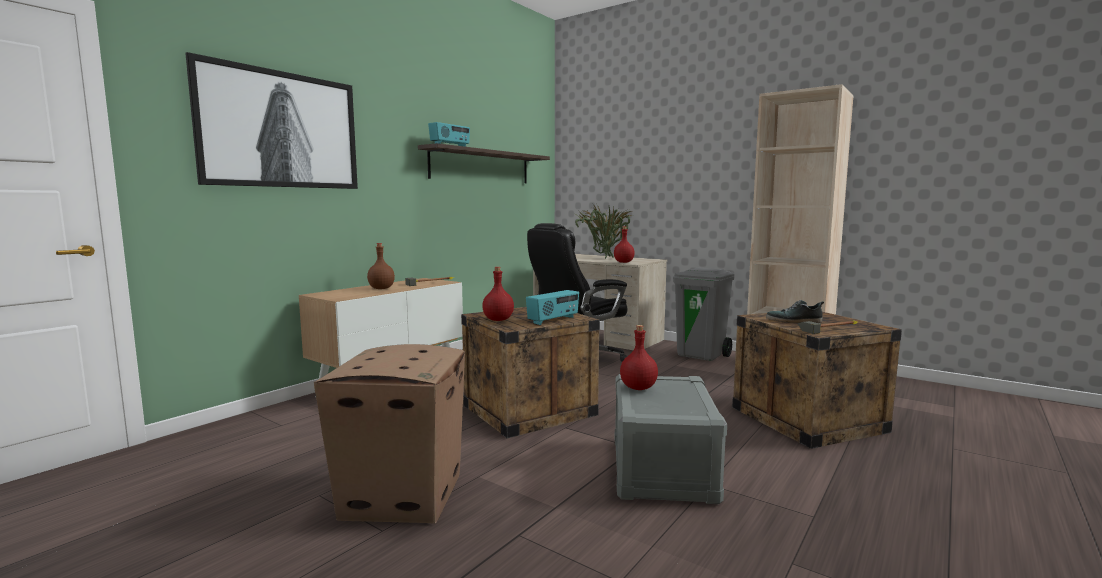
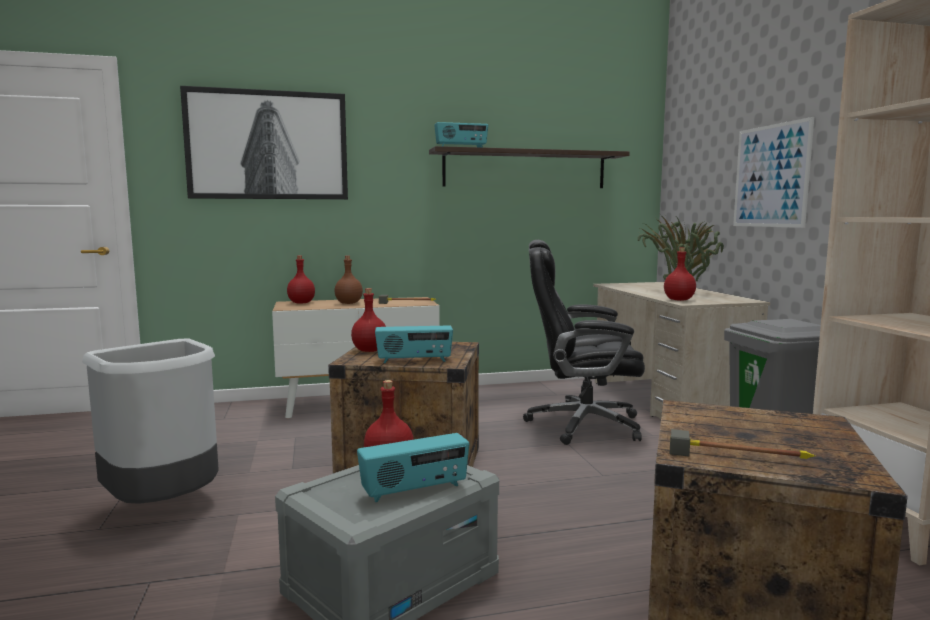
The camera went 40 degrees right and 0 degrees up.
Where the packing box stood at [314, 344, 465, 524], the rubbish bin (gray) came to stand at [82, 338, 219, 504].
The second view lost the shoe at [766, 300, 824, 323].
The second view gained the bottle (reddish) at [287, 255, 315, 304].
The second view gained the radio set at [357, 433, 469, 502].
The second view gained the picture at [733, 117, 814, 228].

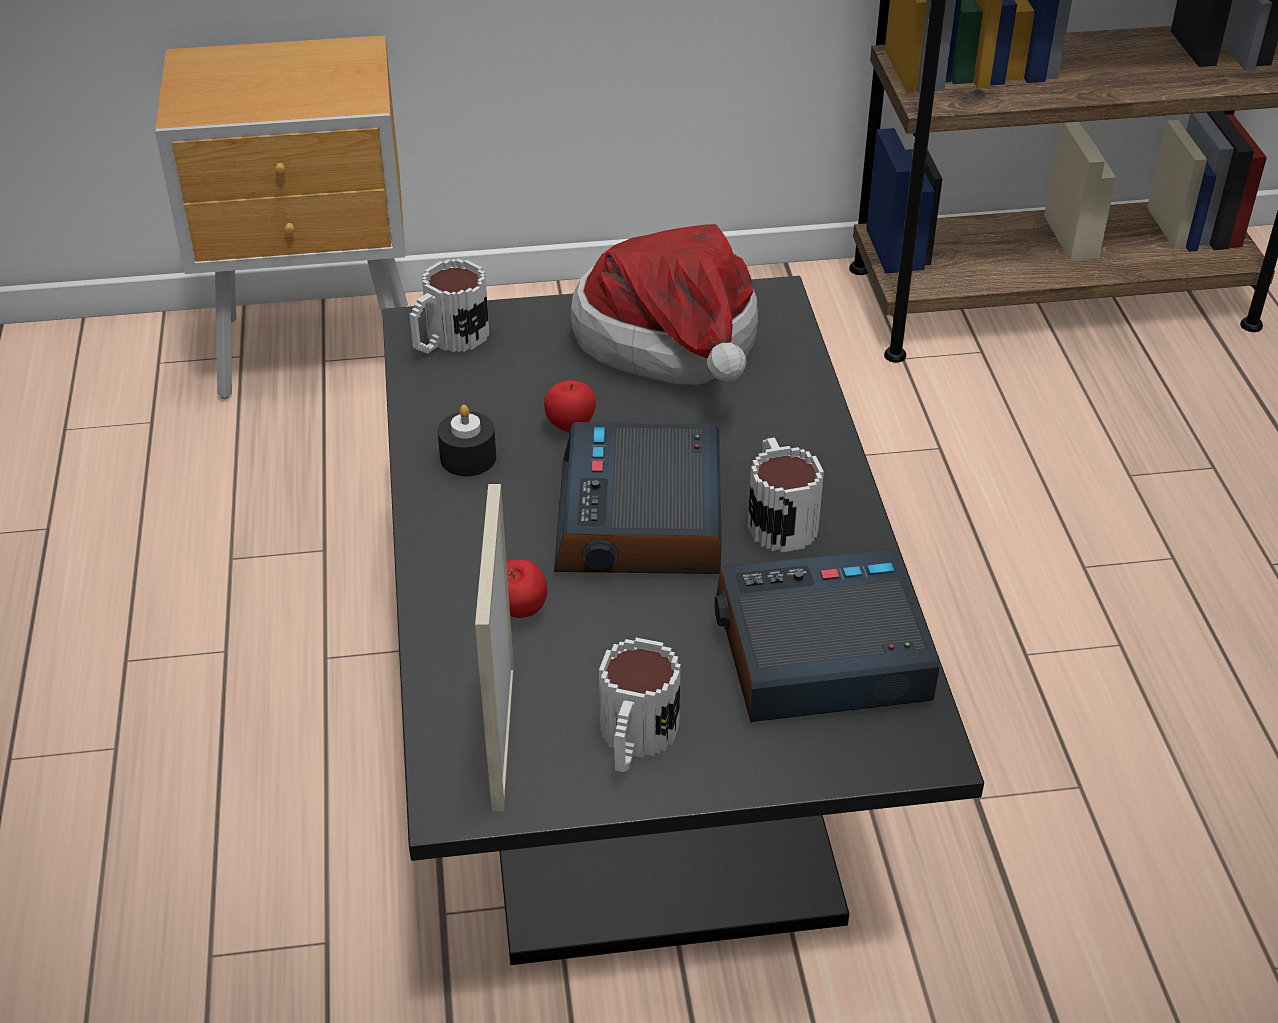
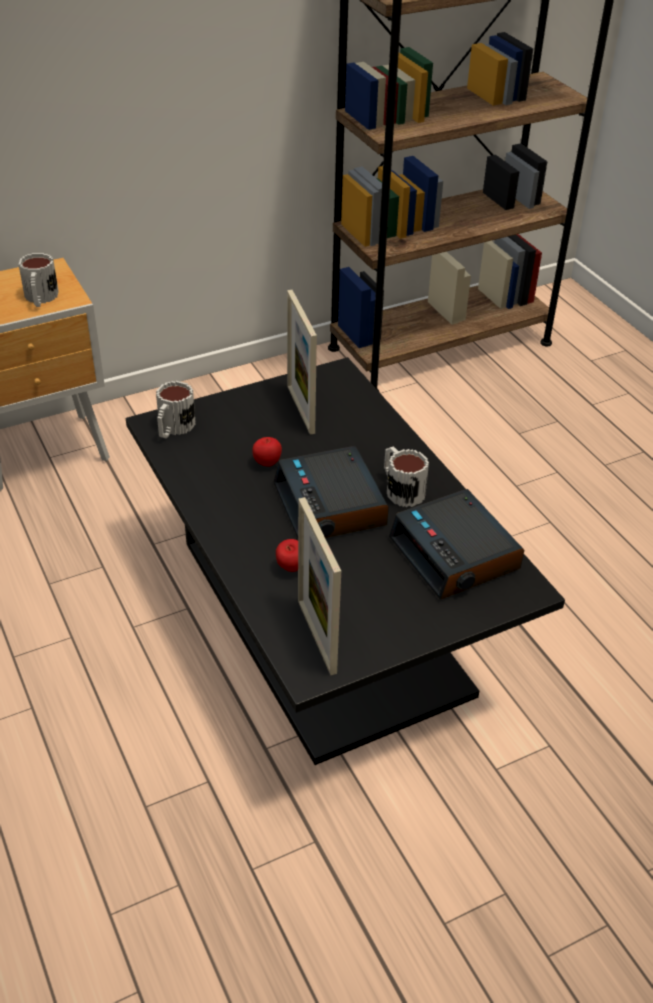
The camera went 20 degrees left and 0 degrees up.
The second view lost the wax candle (blackish) at [437, 405, 496, 476].
Where the hat stood at [571, 224, 758, 385], the photo frame came to stand at [287, 290, 317, 434].
The mug ended up elsewhere, having gone from [599, 638, 681, 772] to [18, 253, 59, 307].
The bedside clock at [714, 548, 940, 722] ended up facing another way, 90 degrees counterclockwise from before.

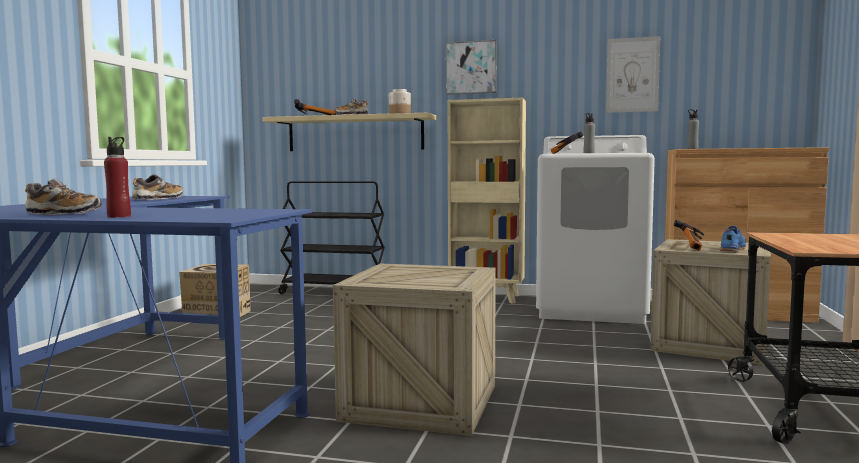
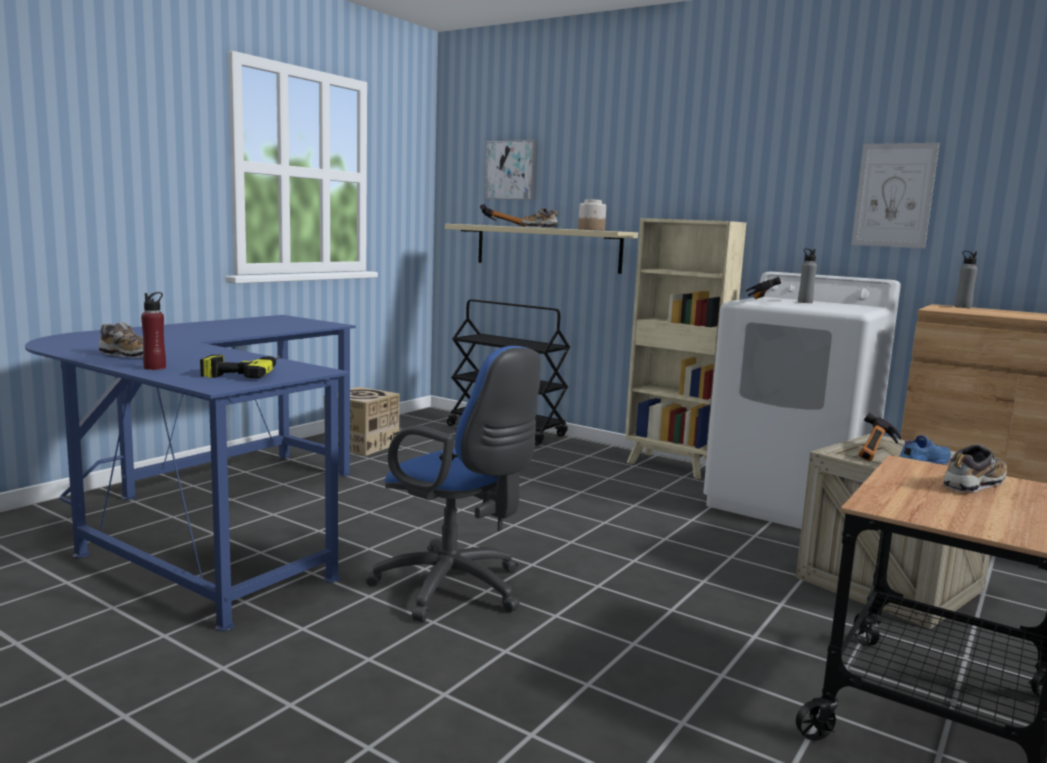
The camera went 20 degrees right and 5 degrees up.
The shoe ended up elsewhere, having gone from [132, 174, 183, 200] to [943, 444, 1007, 492].
Where the shipping crate stood at [333, 264, 496, 436], the desk chair (blue-coloured) came to stand at [365, 346, 541, 622].
The picture ended up elsewhere, having gone from [446, 40, 497, 95] to [485, 140, 537, 200].
The second view gained the electric drill at [200, 355, 280, 378].

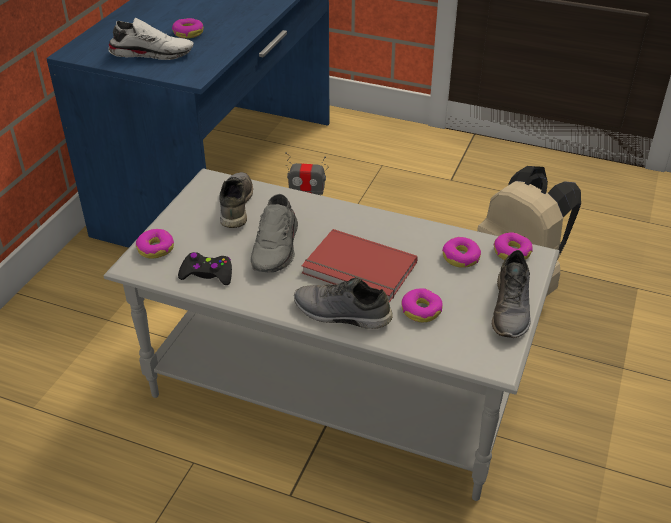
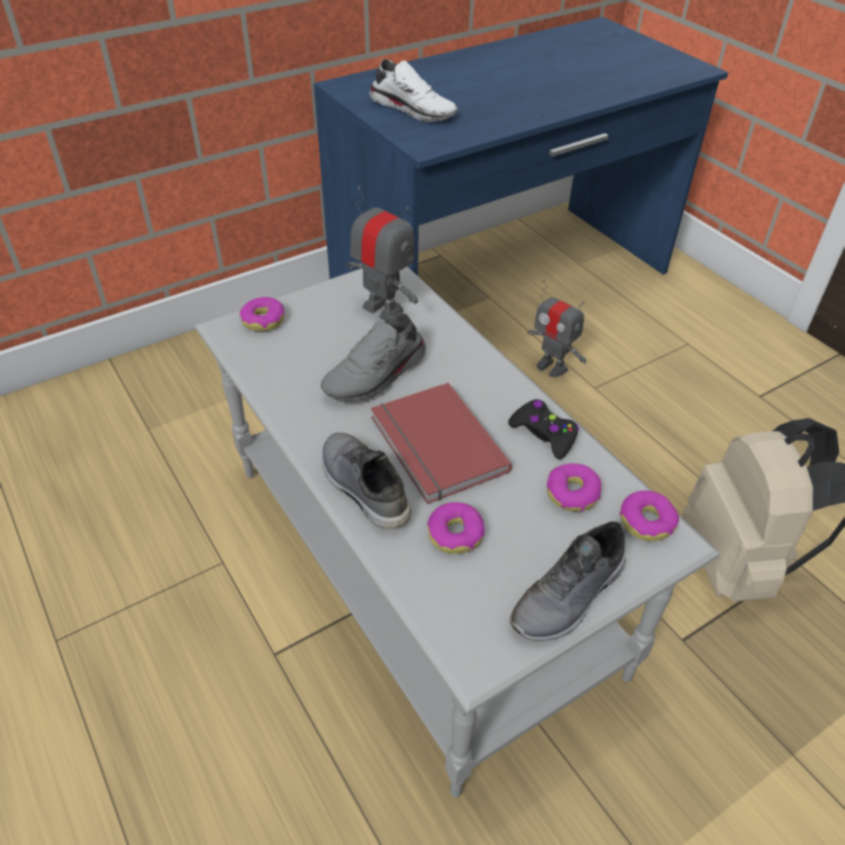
The camera went 35 degrees right and 5 degrees up.
The second view lost the ring doughnut at [172, 18, 203, 38].
The joypad (blackish) ended up elsewhere, having gone from [178, 252, 232, 285] to [508, 399, 579, 459].
Where the shoe (gray) stood at [219, 172, 253, 228], the toy robot came to stand at [346, 187, 418, 321].

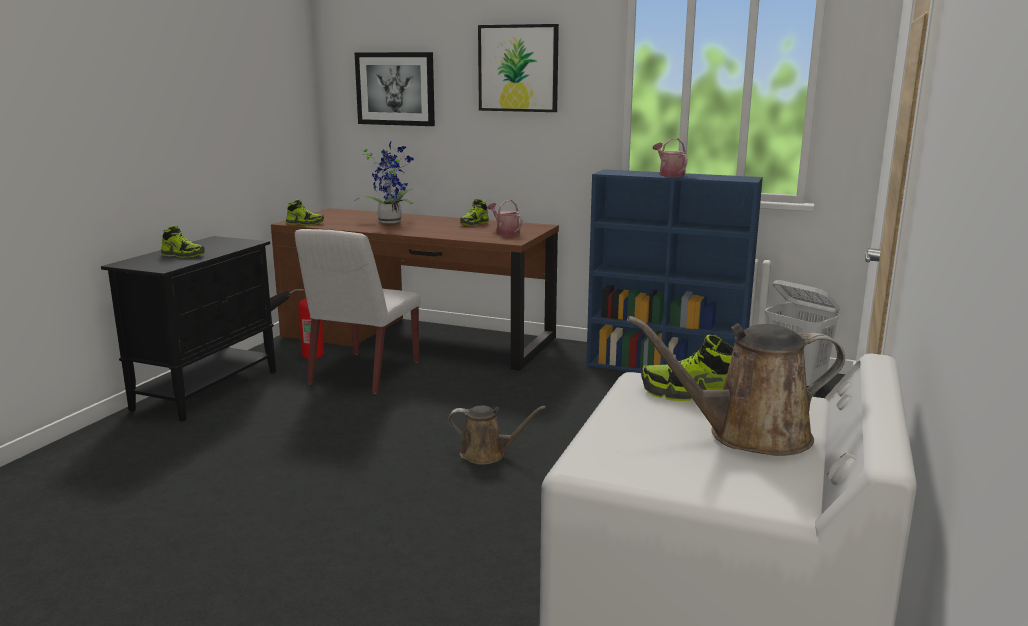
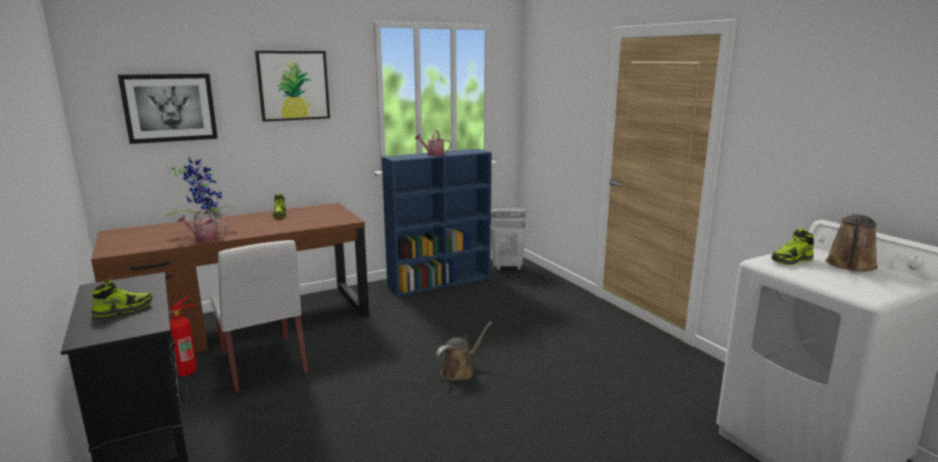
The camera went 50 degrees left and 0 degrees up.
The second view lost the shoe at [286, 199, 324, 225].
The watering can ended up elsewhere, having gone from [487, 200, 523, 236] to [177, 209, 227, 242].

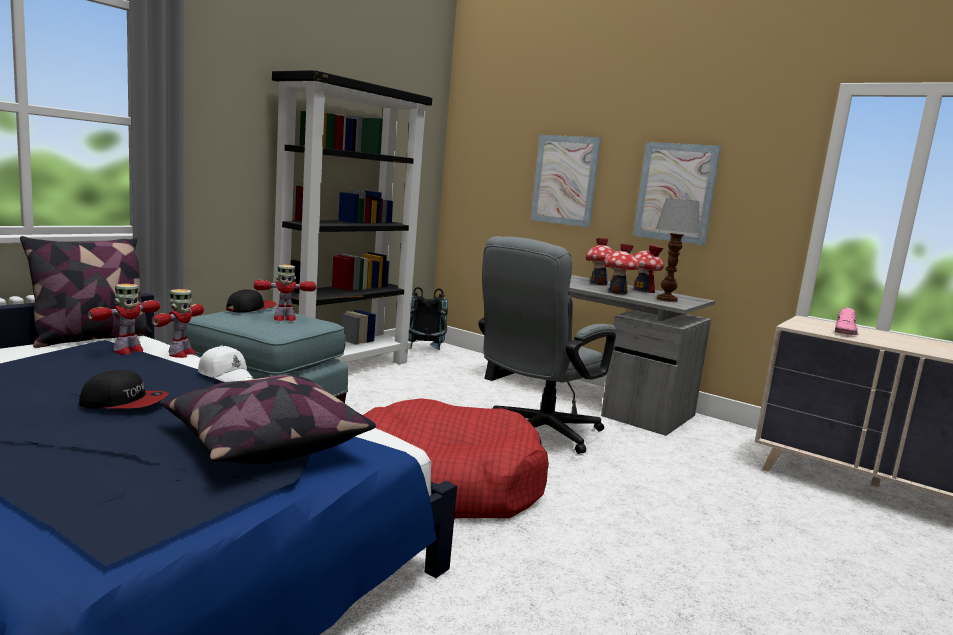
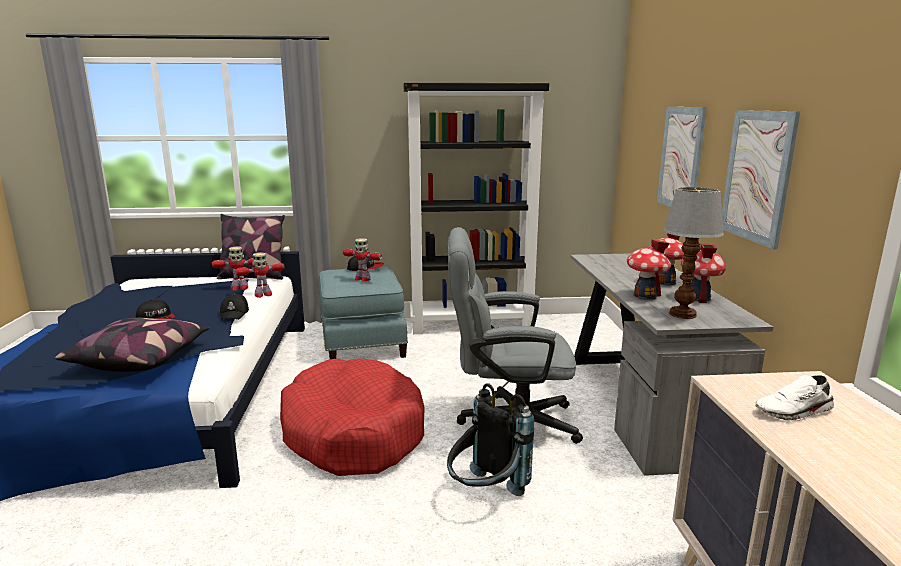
The camera went 50 degrees right and 5 degrees up.
What was the peaked cap (whitish) at [198, 345, 254, 382] turned into the peaked cap (blackish) at [220, 294, 249, 320].
The backpack (blackish) ended up elsewhere, having gone from [409, 287, 448, 350] to [447, 383, 534, 496].
What was the shoe (pink-coloured) at [835, 308, 858, 335] turned into the shoe (whitish) at [756, 375, 835, 421].

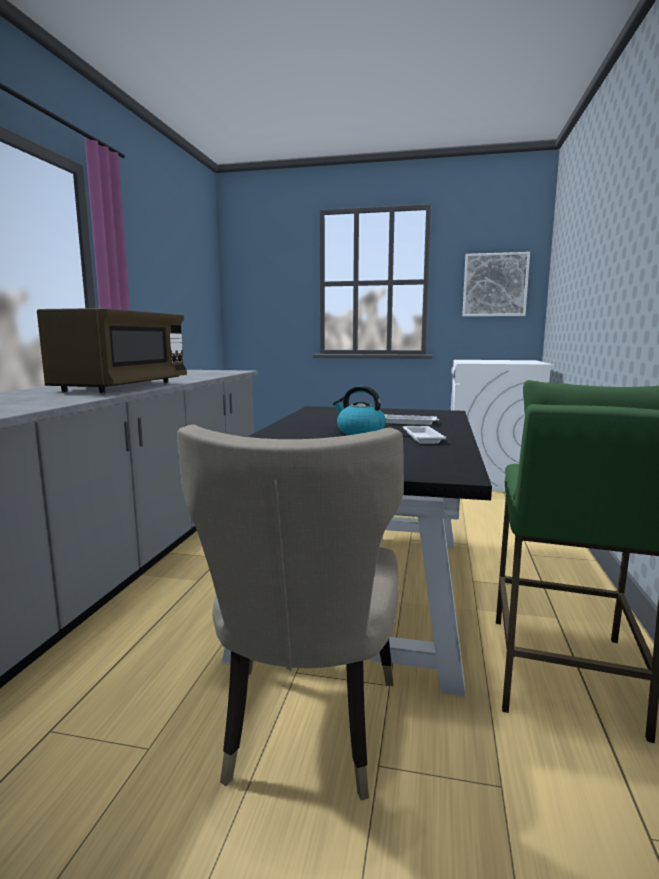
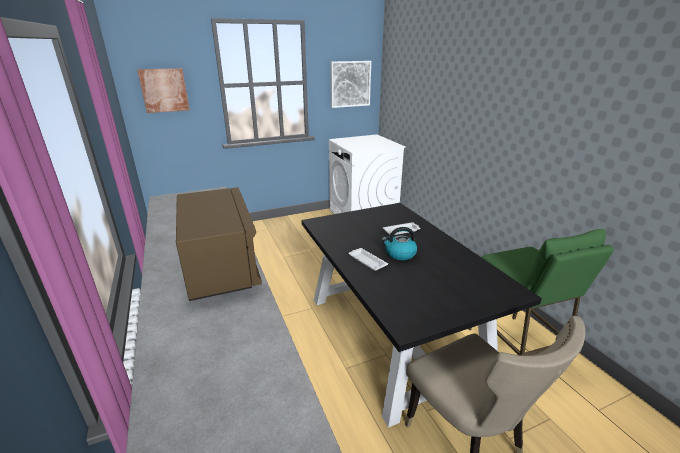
The camera went 35 degrees left and 15 degrees up.
The serving tray (whitish) ended up elsewhere, having gone from [403, 426, 446, 444] to [349, 248, 388, 271].
The second view gained the picture at [137, 68, 190, 113].

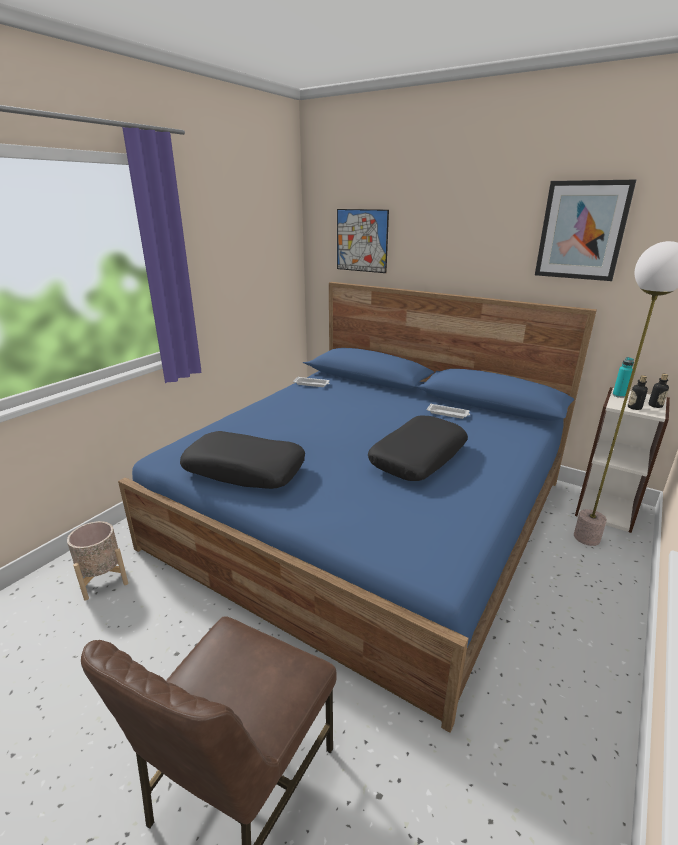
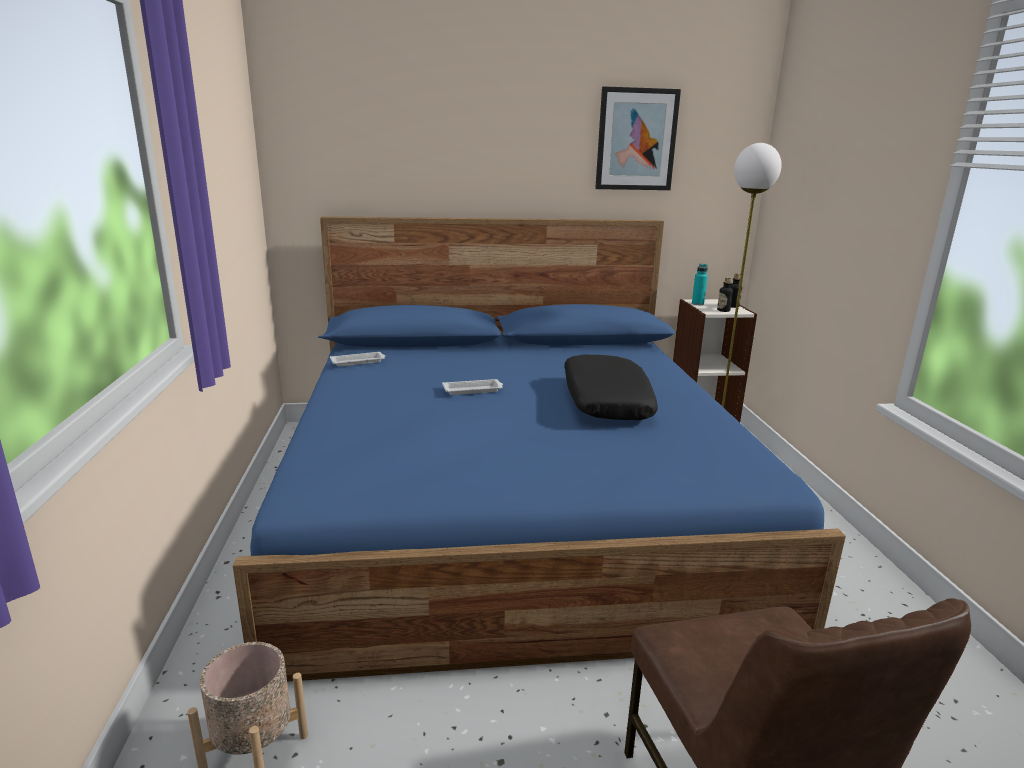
The camera went 40 degrees left and 5 degrees down.
The second view lost the pillow (blackish) at [180, 431, 305, 489].
The second view lost the picture at [337, 209, 389, 273].
The serving tray (whitish) ended up elsewhere, having gone from [427, 403, 470, 419] to [442, 379, 503, 395].

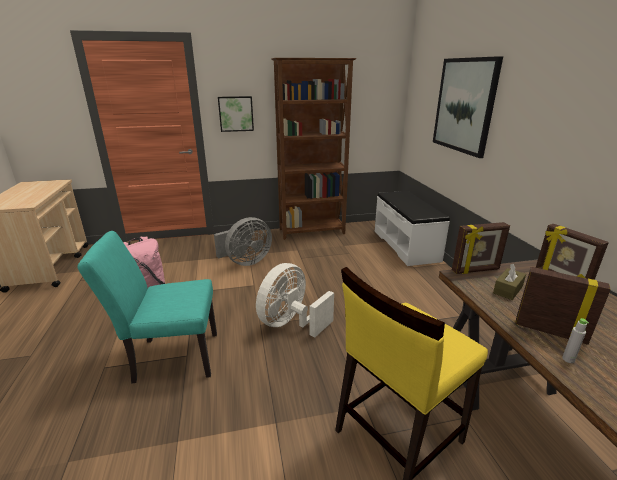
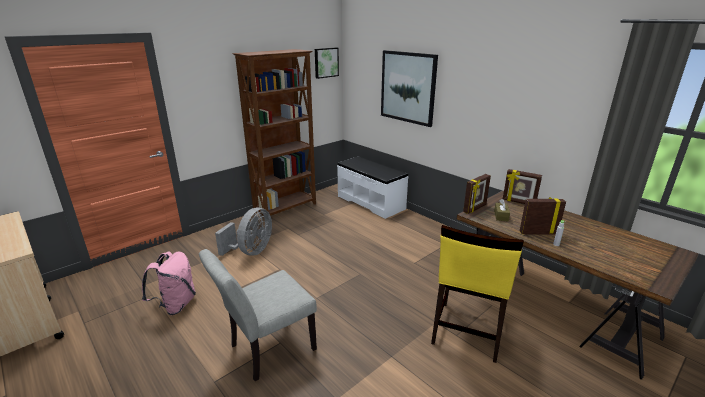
The camera went 30 degrees left and 0 degrees up.
What was the chair (turquoise) at [77, 231, 217, 383] turned into the chair (gray) at [199, 249, 317, 381].
The picture ended up elsewhere, having gone from [218, 96, 254, 132] to [315, 47, 339, 79].
The second view lost the electric fan (whitish) at [256, 263, 334, 338].

